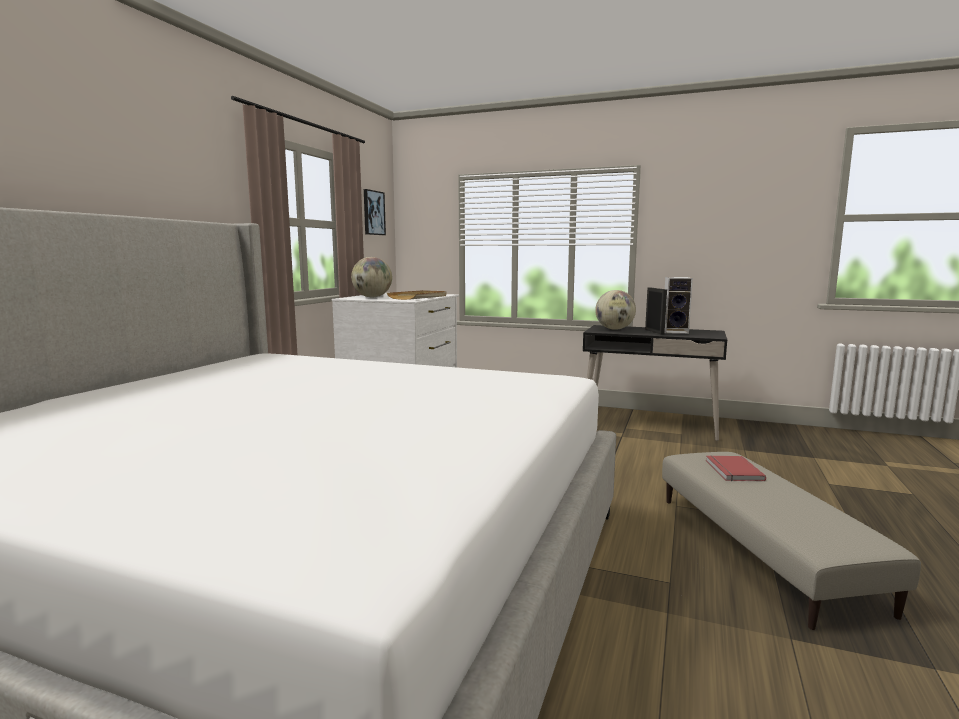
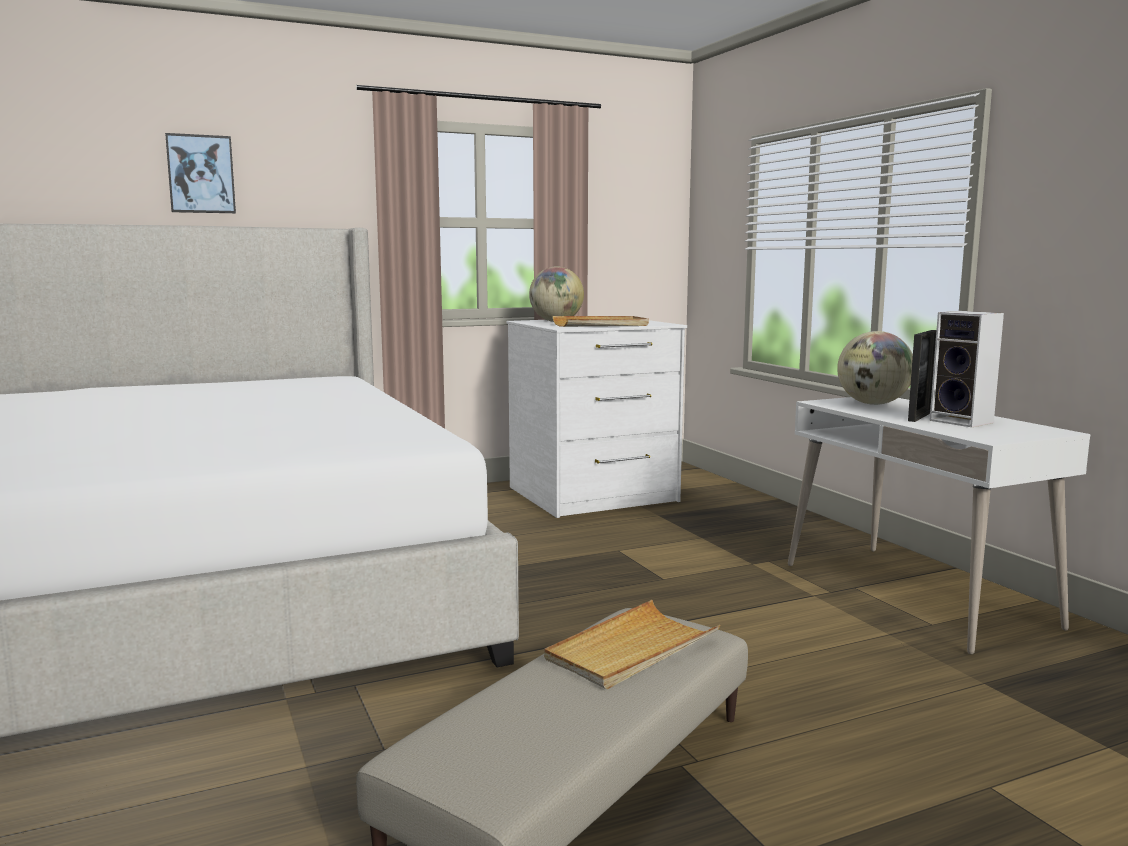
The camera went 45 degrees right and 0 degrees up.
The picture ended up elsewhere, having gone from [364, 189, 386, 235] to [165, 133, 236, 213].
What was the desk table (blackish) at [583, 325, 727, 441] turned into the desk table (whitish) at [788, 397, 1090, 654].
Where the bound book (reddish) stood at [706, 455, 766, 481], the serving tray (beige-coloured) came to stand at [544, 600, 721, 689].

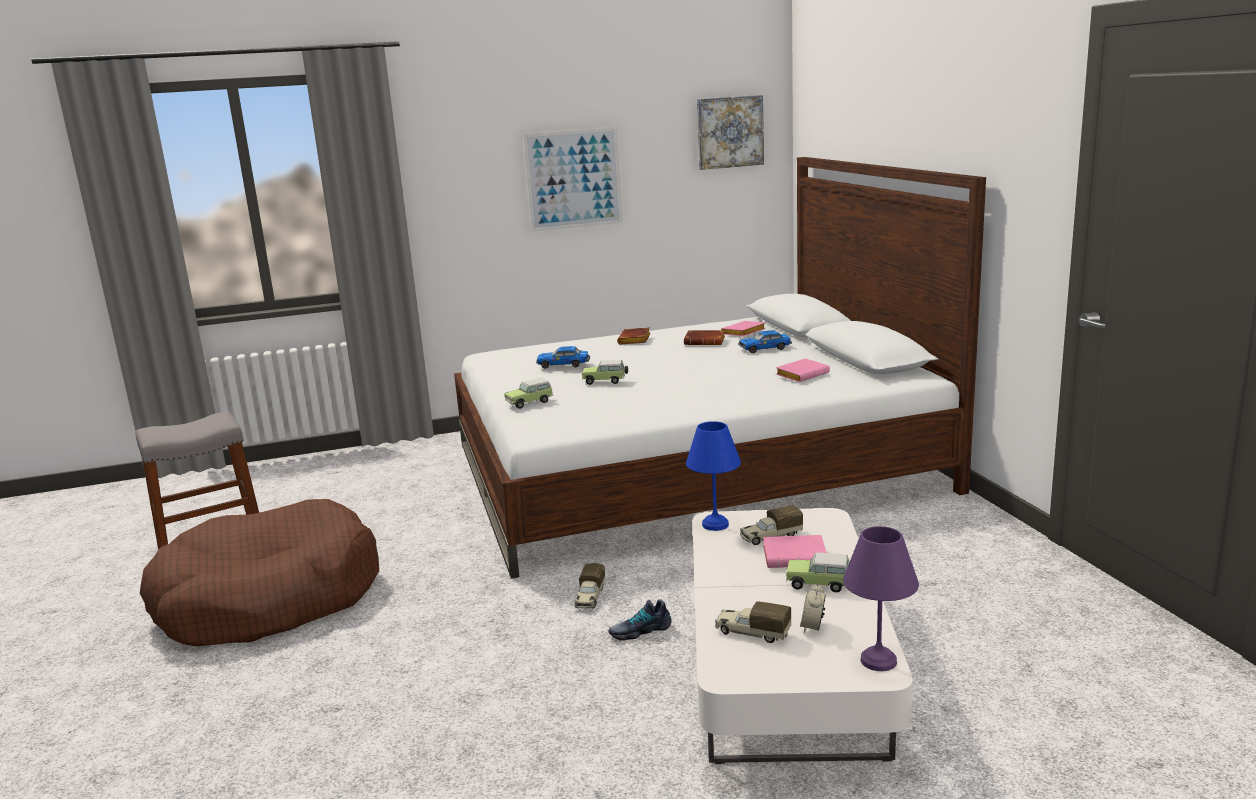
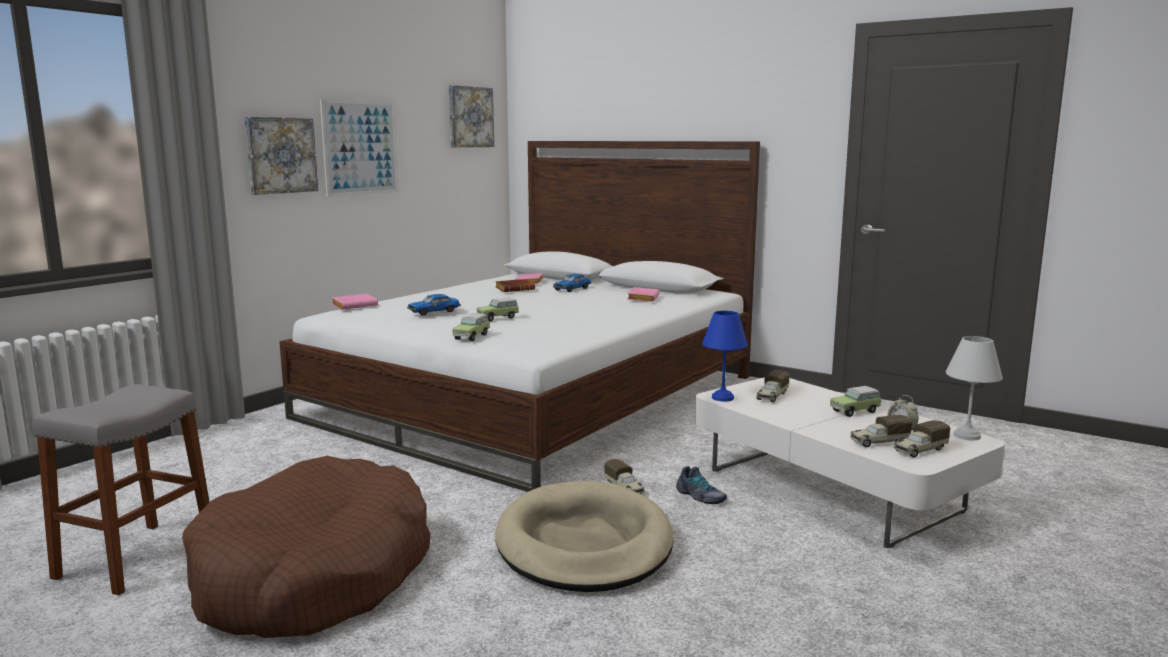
The camera went 40 degrees left and 5 degrees down.
The shoe at [608, 599, 671, 641] ended up facing another way, 75 degrees counterclockwise from before.
The second view lost the bound book (brown) at [617, 327, 651, 345].
The bound book (pink-coloured) ended up elsewhere, having gone from [763, 535, 827, 568] to [332, 294, 378, 310].
What was the tabletop lamp (purplish) at [843, 526, 919, 671] turned into the tabletop lamp (whitish) at [946, 336, 1003, 441].
The second view gained the picture at [245, 117, 318, 195].
The second view gained the dog cushion (beige-coloured) at [495, 481, 674, 592].
The second view gained the toy truck at [894, 420, 950, 457].

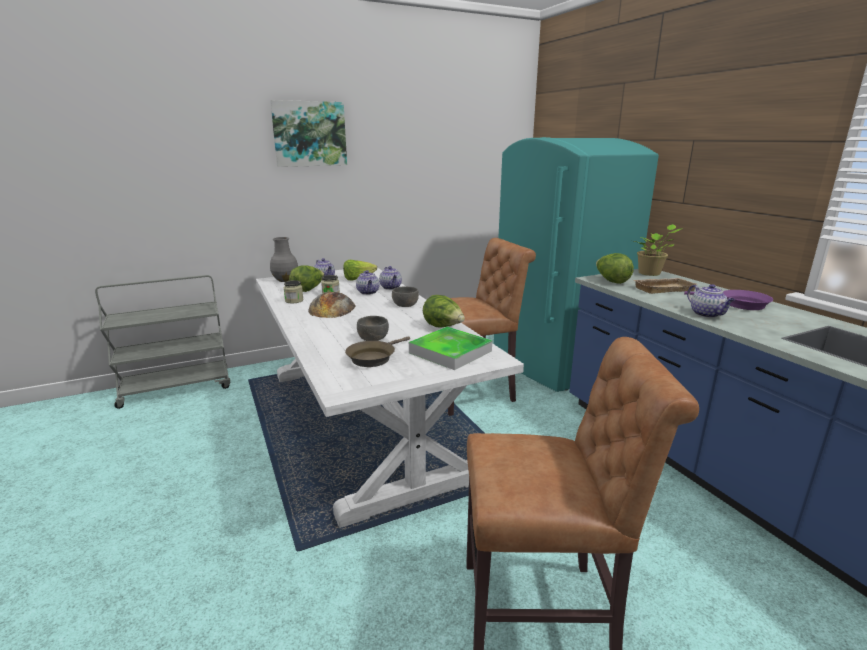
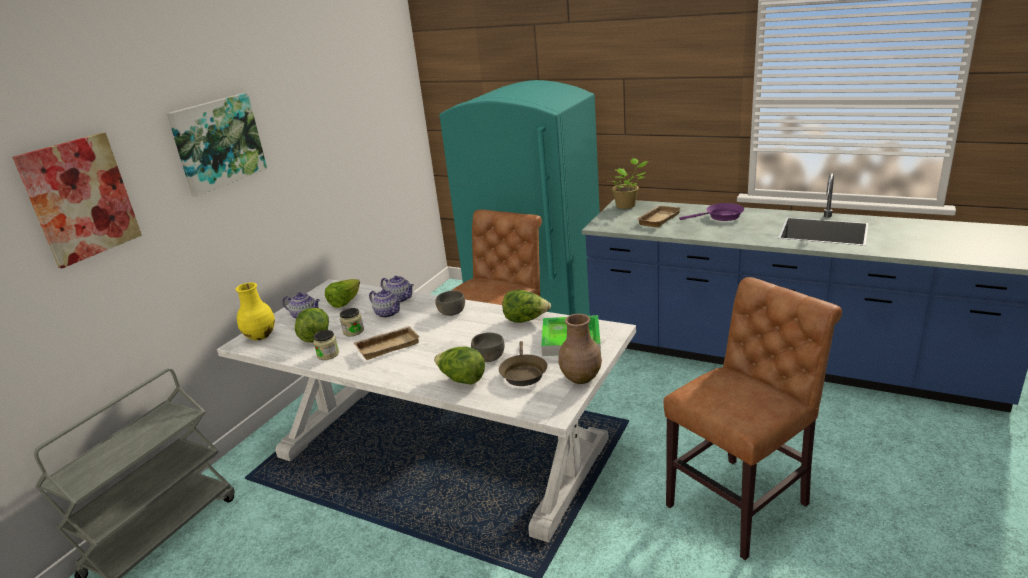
The camera went 35 degrees left and 5 degrees up.
What was the vase (gray) at [270, 237, 298, 282] turned into the vase (yellow) at [236, 282, 275, 341].
Where the bread stood at [308, 292, 355, 318], the serving tray (beige-coloured) came to stand at [354, 326, 420, 360].
The lettuce ended up elsewhere, having gone from [596, 253, 634, 284] to [434, 347, 485, 385].
The second view lost the teapot at [687, 284, 735, 318].
The second view gained the picture at [12, 133, 142, 268].
The second view gained the vase (brown) at [559, 314, 602, 384].

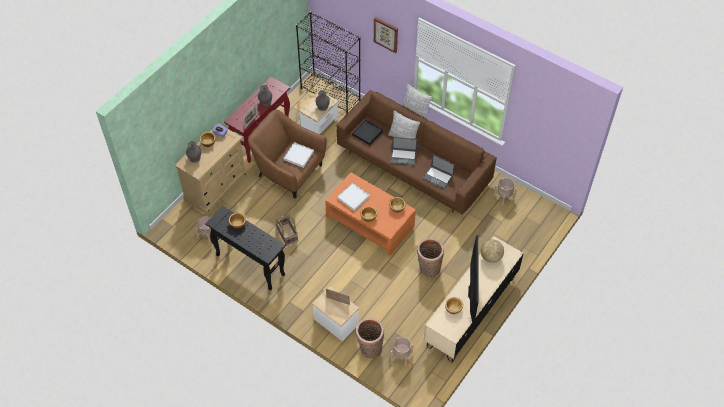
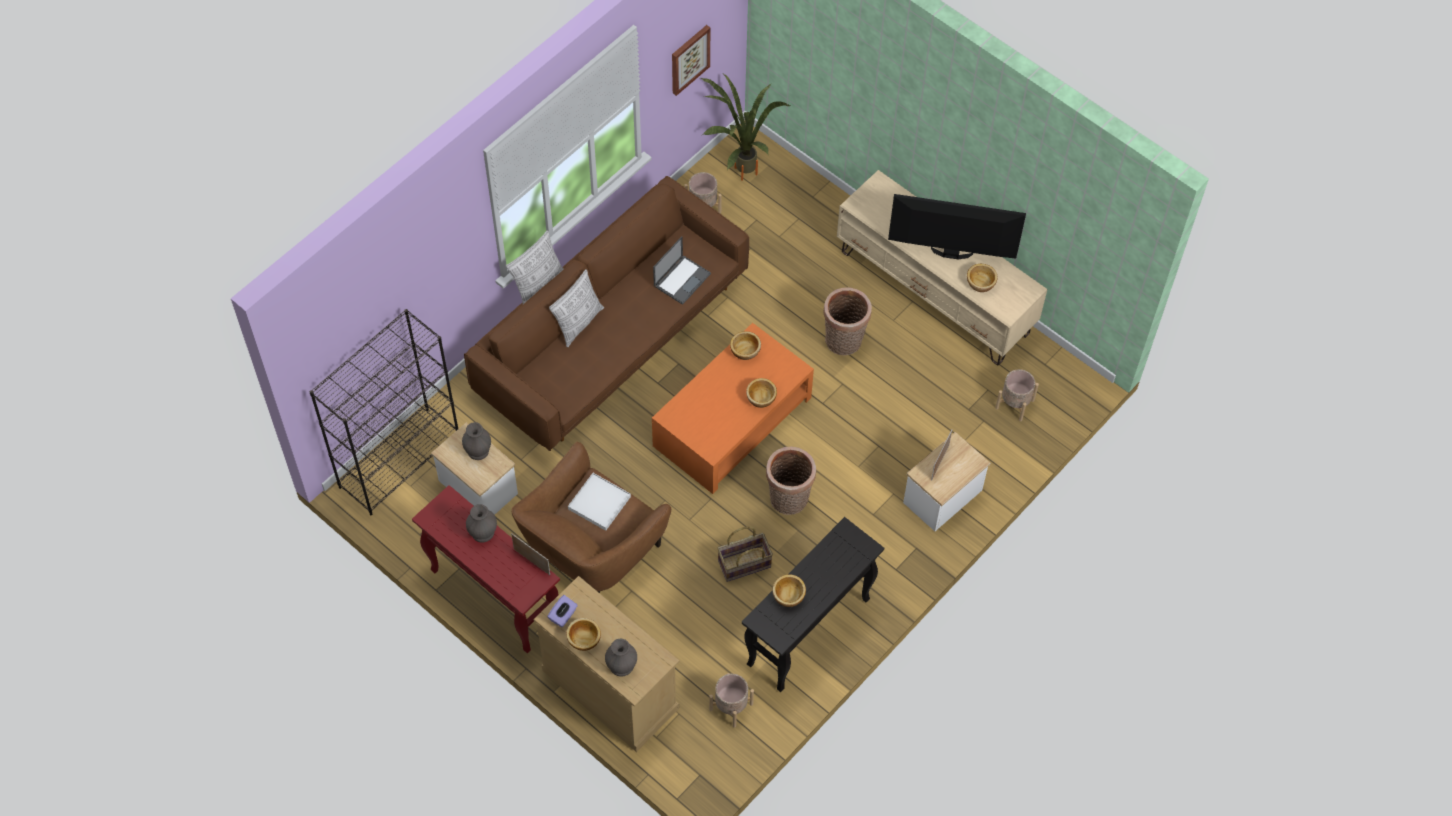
The camera went 85 degrees left and 5 degrees up.
The second view lost the serving tray (whitish) at [337, 183, 370, 211].
The second view lost the serving tray (blackish) at [352, 120, 383, 145].
The storage basket ended up elsewhere, having gone from [356, 318, 384, 358] to [766, 447, 816, 515].
The picture ended up elsewhere, having gone from [374, 17, 398, 53] to [672, 25, 710, 96].
The second view lost the notebook computer at [390, 137, 417, 166].
The second view lost the world globe at [481, 240, 504, 263].
The second view gained the houseplant at [700, 74, 790, 181].

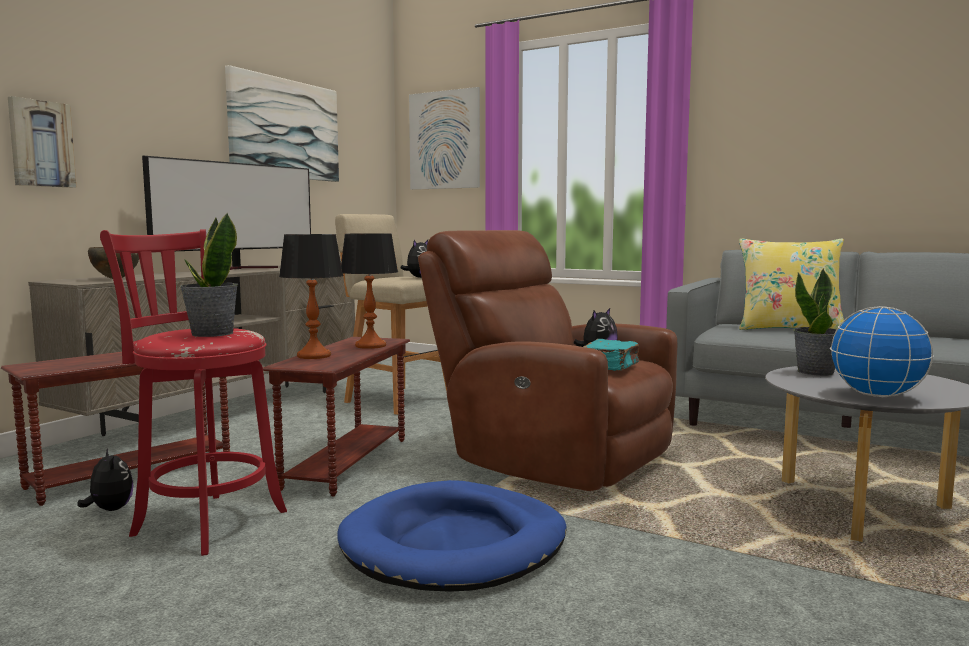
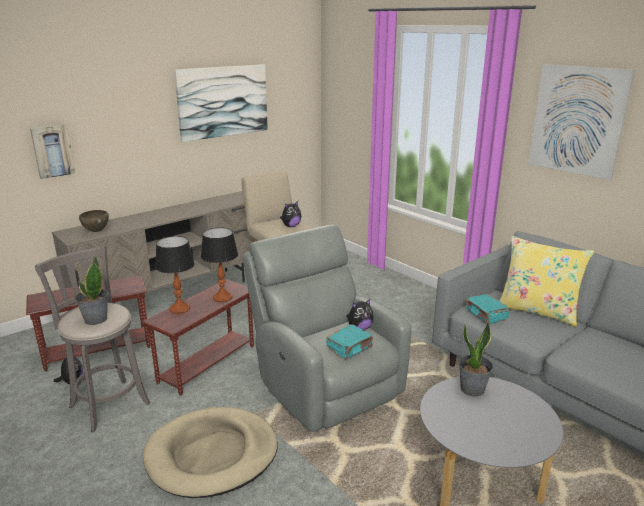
The camera went 20 degrees right and 15 degrees up.
What was the stool (reddish) at [100, 229, 287, 556] turned into the stool (gray) at [35, 246, 151, 432].
The second view lost the TV set at [142, 155, 311, 270].
What was the dog cushion (blue-coloured) at [337, 480, 567, 592] turned into the dog cushion (beige-coloured) at [143, 407, 278, 498].
The picture ended up elsewhere, having gone from [409, 87, 480, 190] to [528, 64, 634, 180].
What was the armchair (brown) at [418, 230, 677, 491] turned into the armchair (gray) at [242, 225, 411, 432].
The second view lost the world globe at [830, 306, 934, 397].
The second view gained the bound book (turquoise) at [466, 294, 509, 325].

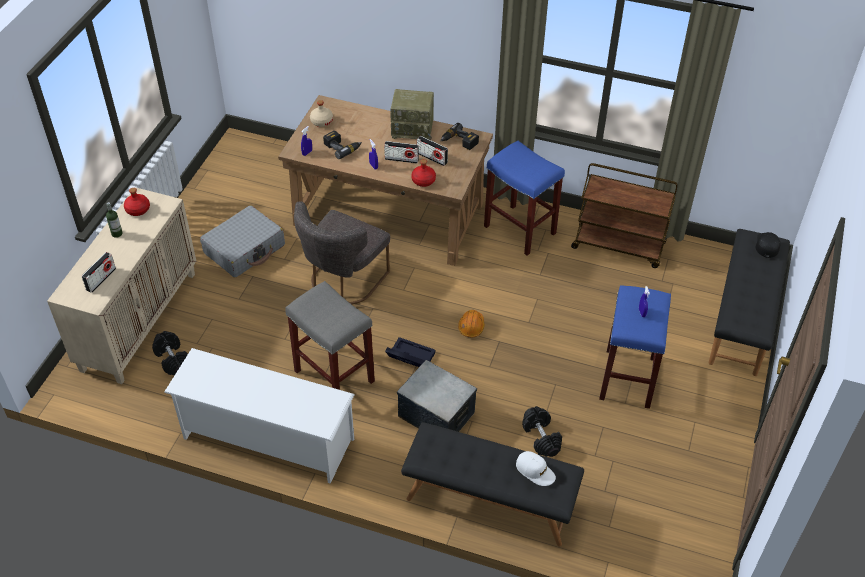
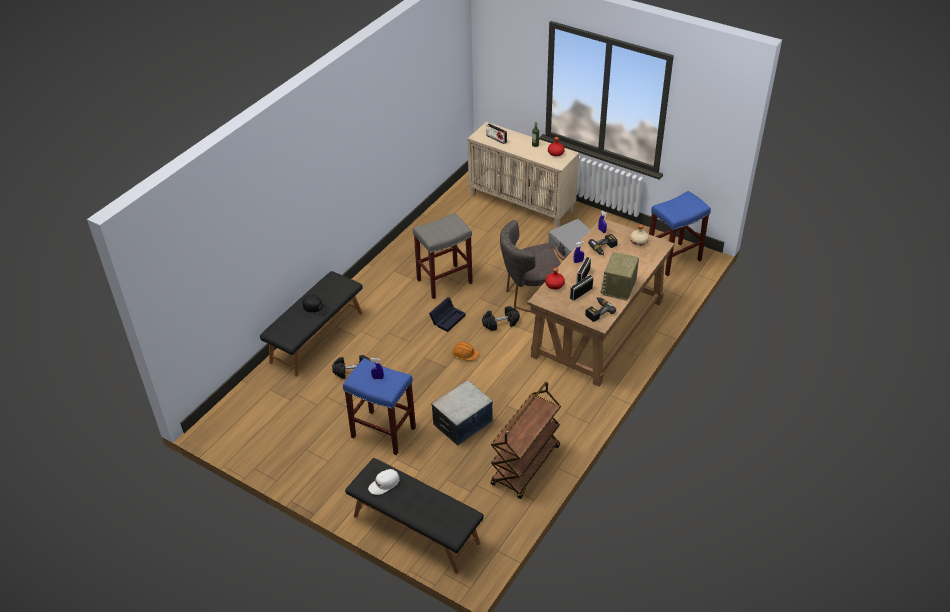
The camera went 105 degrees right and 5 degrees down.
The free weight (blackish) ended up elsewhere, having gone from [152, 331, 188, 376] to [482, 306, 520, 331].
The second view lost the shoe rack (whitish) at [164, 348, 355, 484].
The chair (gray) at [294, 201, 390, 304] ended up facing another way, 60 degrees counterclockwise from before.
The storage container ended up elsewhere, having gone from [397, 360, 477, 432] to [431, 380, 493, 446].
The stool (blue-coloured) ended up elsewhere, having gone from [484, 140, 565, 256] to [649, 191, 711, 276].
The peaked cap (whitish) ended up elsewhere, having gone from [516, 451, 556, 486] to [368, 469, 400, 495].
The peaked cap (blackish) ended up elsewhere, having gone from [755, 232, 780, 258] to [303, 295, 329, 315].

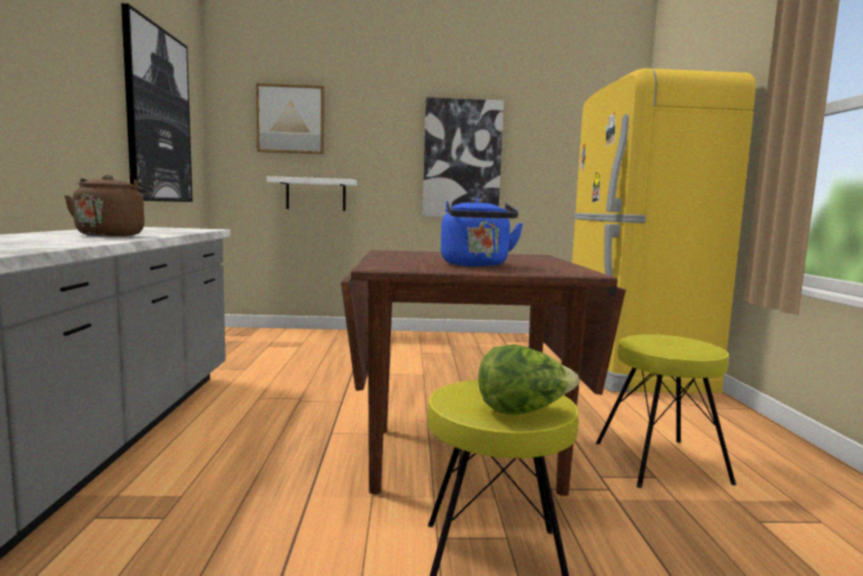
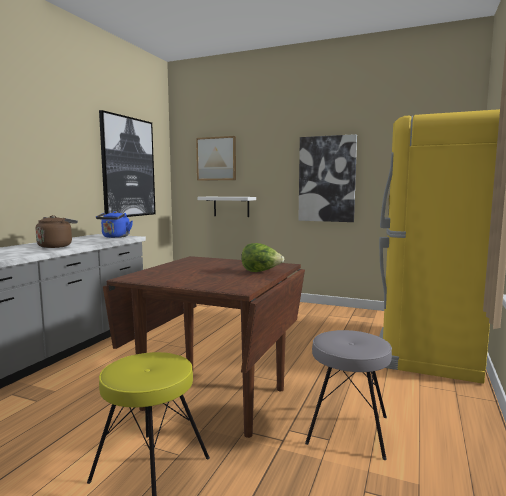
The camera went 25 degrees right and 0 degrees up.
The tea kettle (blue-coloured) ended up elsewhere, having gone from [441, 197, 523, 267] to [96, 211, 133, 238].
The lettuce ended up elsewhere, having gone from [478, 345, 579, 415] to [241, 243, 284, 272].
What was the stool (yellow) at [596, 334, 736, 488] turned into the stool (gray) at [305, 330, 392, 460].

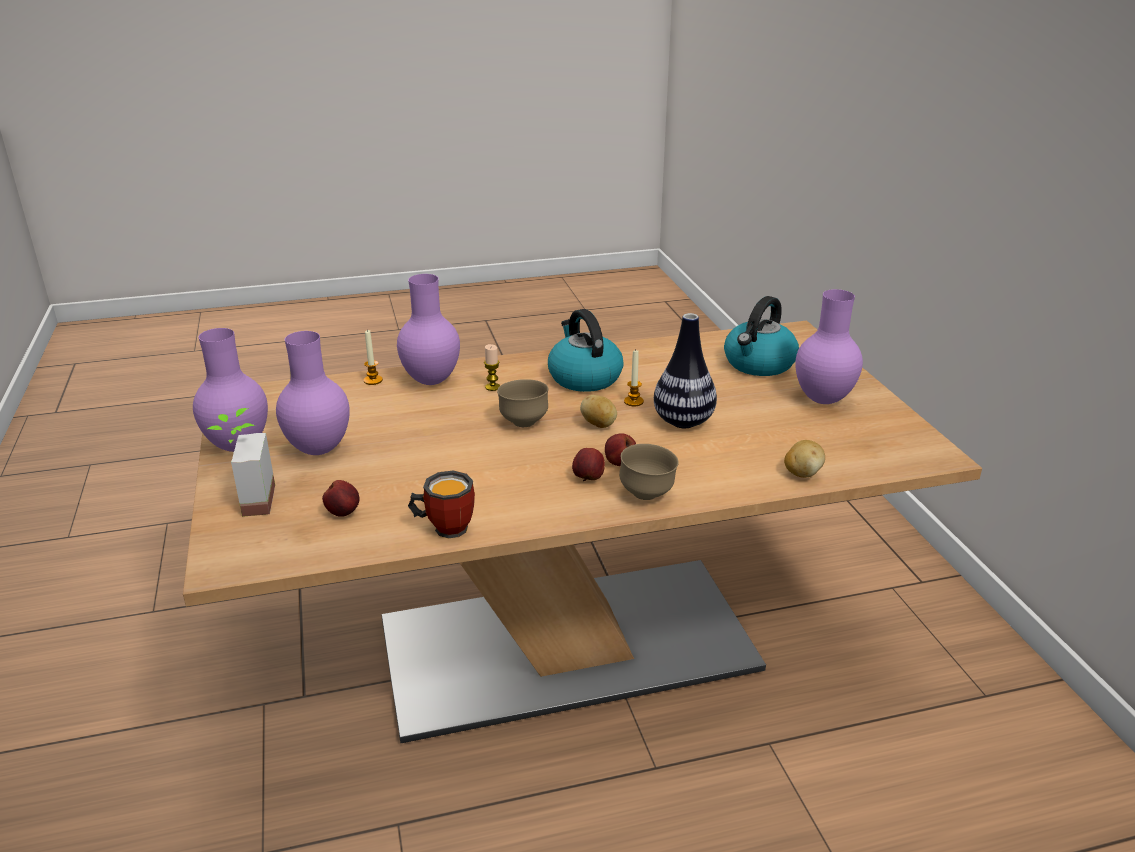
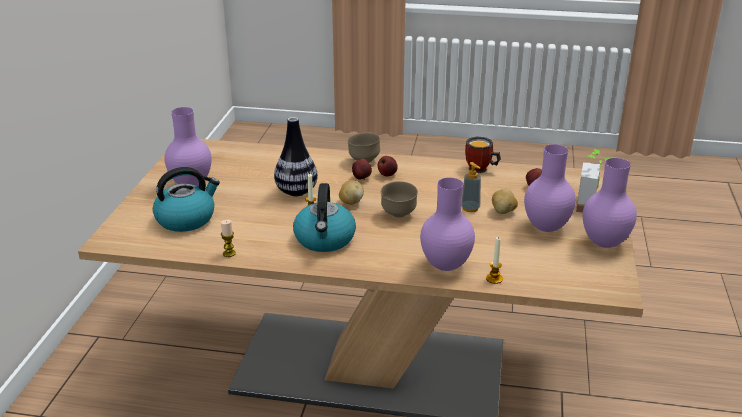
The camera went 155 degrees left and 0 degrees up.
The wax candle ended up elsewhere, having gone from [484, 344, 500, 391] to [221, 220, 236, 257].
The potato ended up elsewhere, having gone from [784, 440, 825, 478] to [492, 189, 518, 214].
The second view gained the liquid soap bottle at [462, 162, 481, 212].

